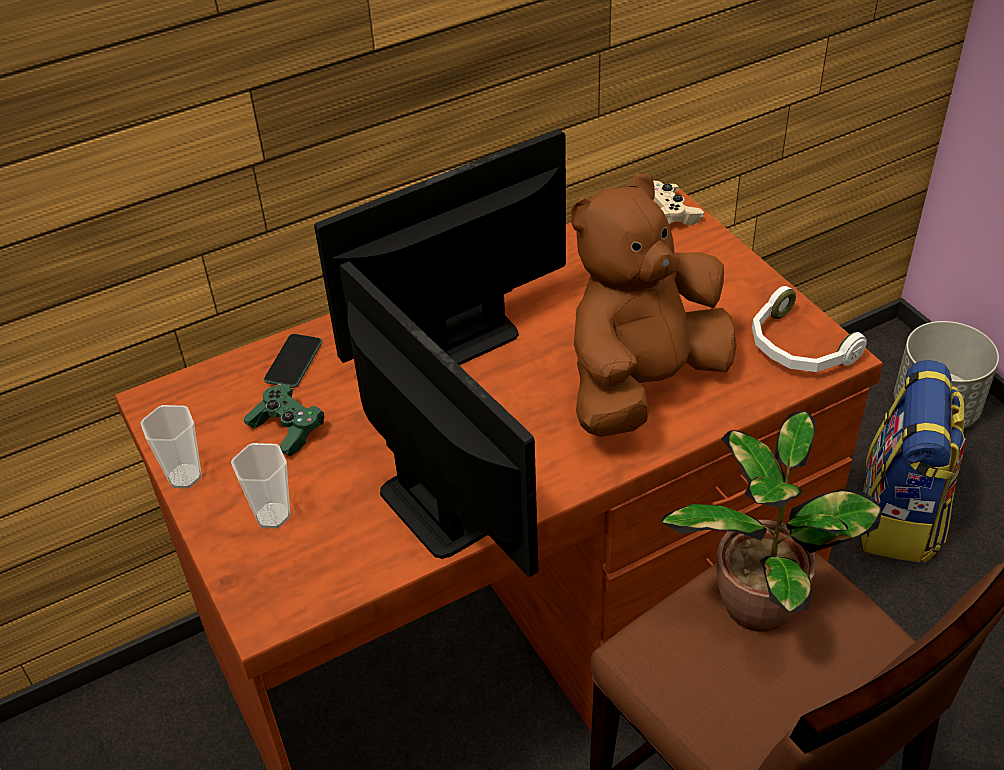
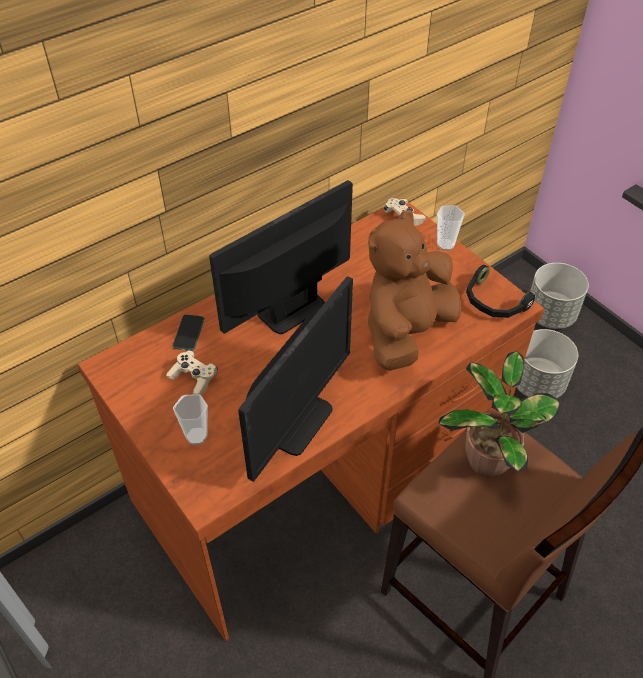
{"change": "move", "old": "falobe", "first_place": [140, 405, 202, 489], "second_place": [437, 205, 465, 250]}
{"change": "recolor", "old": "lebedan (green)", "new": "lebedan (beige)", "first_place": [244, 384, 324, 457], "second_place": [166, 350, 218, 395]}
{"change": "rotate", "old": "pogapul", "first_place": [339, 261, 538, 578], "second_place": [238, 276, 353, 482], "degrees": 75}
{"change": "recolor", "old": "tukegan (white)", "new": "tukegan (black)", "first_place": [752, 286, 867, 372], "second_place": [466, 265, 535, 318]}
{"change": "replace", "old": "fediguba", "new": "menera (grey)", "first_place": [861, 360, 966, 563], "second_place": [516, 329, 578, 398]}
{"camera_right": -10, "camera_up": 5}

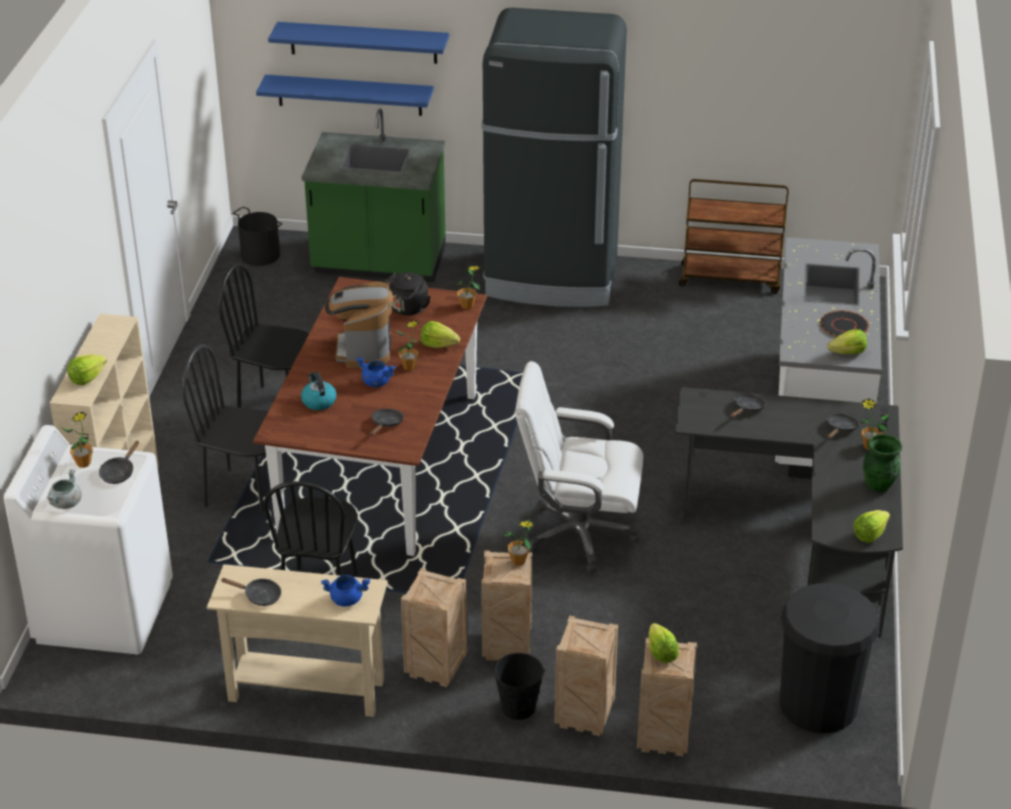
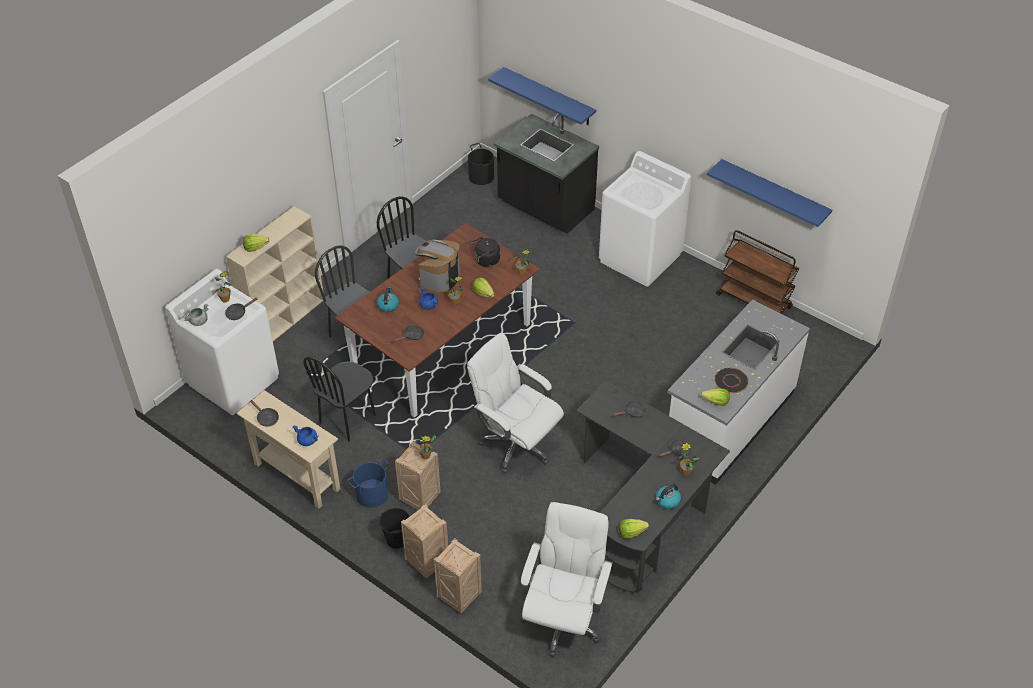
{"change": "move", "old": "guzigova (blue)", "first_place": [268, 22, 449, 64], "second_place": [707, 159, 832, 227]}
{"change": "recolor", "old": "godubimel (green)", "new": "godubimel (black)", "first_place": [302, 109, 446, 282], "second_place": [494, 114, 599, 234]}
{"change": "replace", "old": "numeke", "new": "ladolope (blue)", "first_place": [401, 568, 467, 687], "second_place": [347, 458, 391, 508]}
{"change": "replace", "old": "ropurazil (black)", "new": "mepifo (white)", "first_place": [482, 8, 627, 307], "second_place": [599, 151, 691, 287]}
{"change": "delete", "old": "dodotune", "first_place": [649, 623, 679, 663]}
{"change": "replace", "old": "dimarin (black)", "new": "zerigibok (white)", "first_place": [779, 583, 880, 733], "second_place": [521, 502, 613, 657]}
{"change": "replace", "old": "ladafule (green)", "new": "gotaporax", "first_place": [863, 434, 902, 492], "second_place": [656, 484, 681, 509]}
{"camera_right": 30, "camera_up": 10}

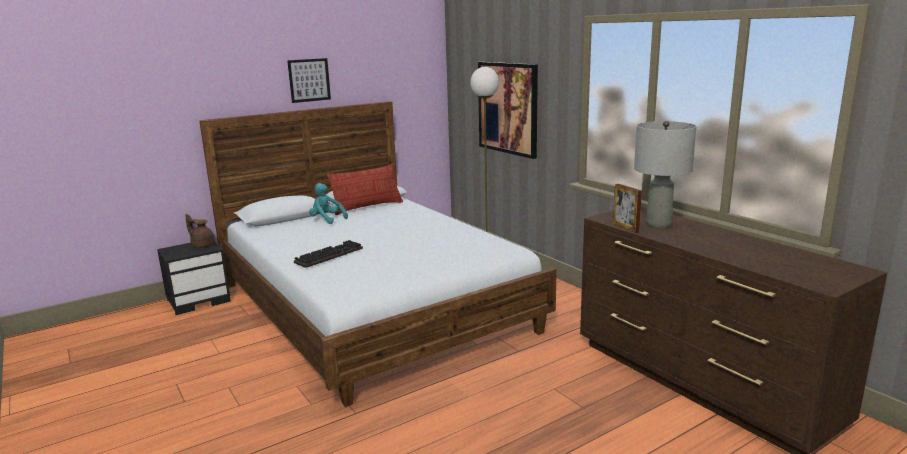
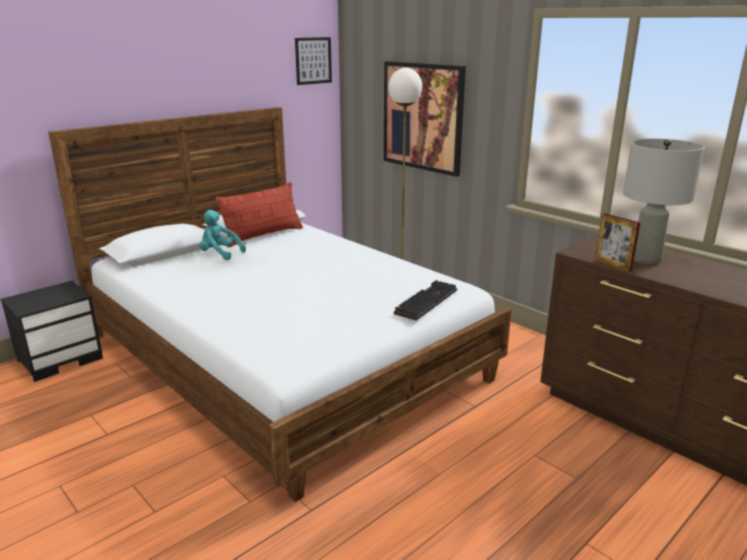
{"change": "delete", "old": "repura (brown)", "first_place": [185, 214, 215, 247]}
{"change": "move", "old": "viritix", "first_place": [287, 58, 331, 103], "second_place": [295, 37, 332, 85]}
{"change": "move", "old": "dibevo", "first_place": [294, 240, 363, 268], "second_place": [394, 280, 457, 321]}
{"camera_right": -10, "camera_up": 5}

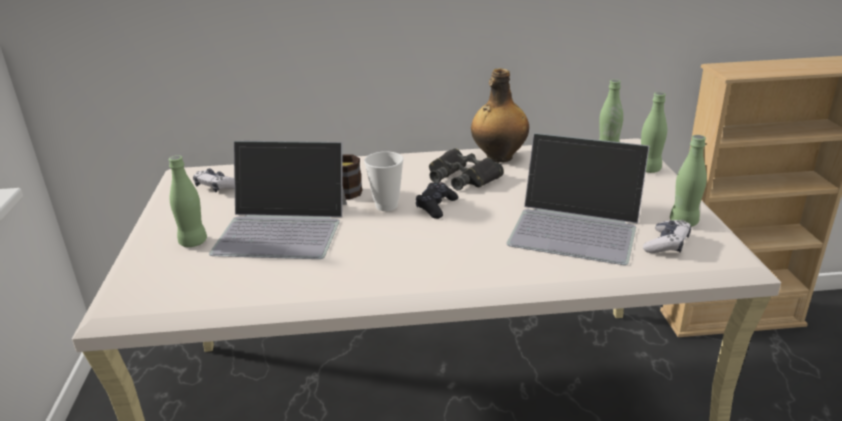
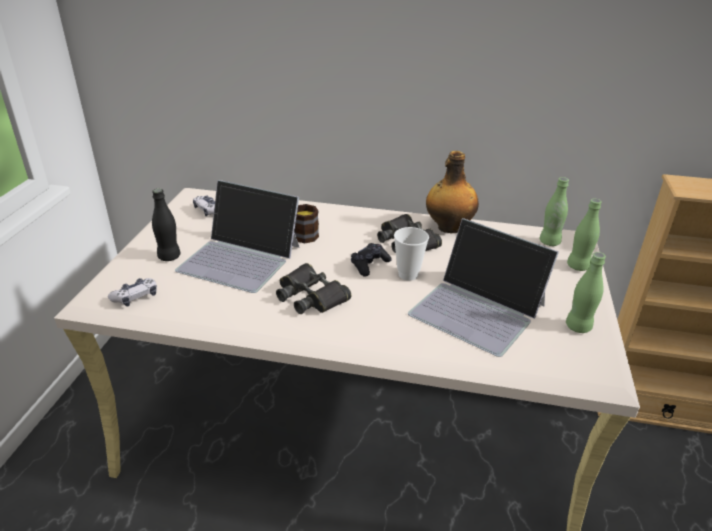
{"change": "recolor", "old": "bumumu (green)", "new": "bumumu (black)", "first_place": [169, 155, 207, 247], "second_place": [152, 189, 180, 261]}
{"change": "move", "old": "falobe", "first_place": [364, 151, 403, 211], "second_place": [394, 227, 429, 280]}
{"change": "move", "old": "lebedan", "first_place": [643, 220, 691, 253], "second_place": [108, 278, 157, 306]}
{"change": "insert", "new": "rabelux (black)", "second_place": [276, 263, 351, 314]}
{"camera_right": 15, "camera_up": 5}

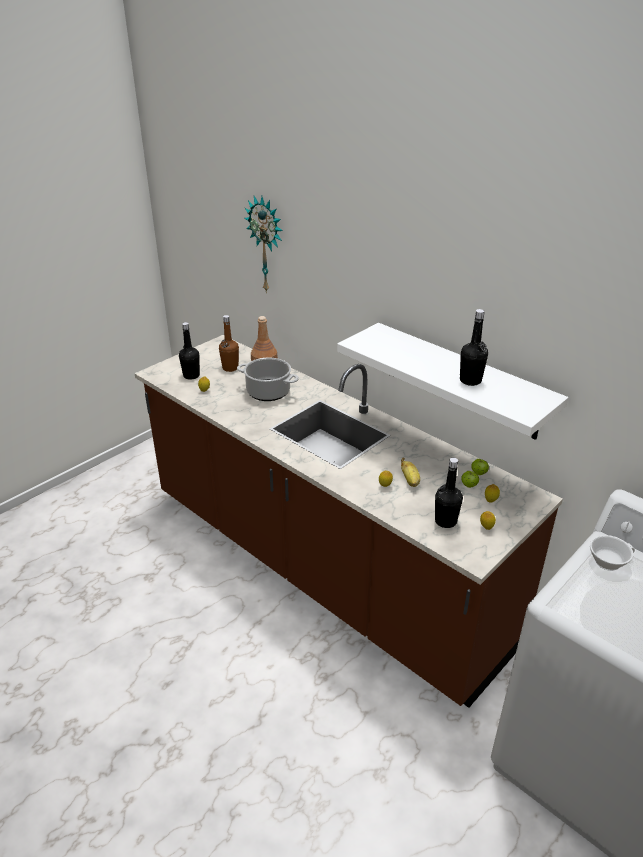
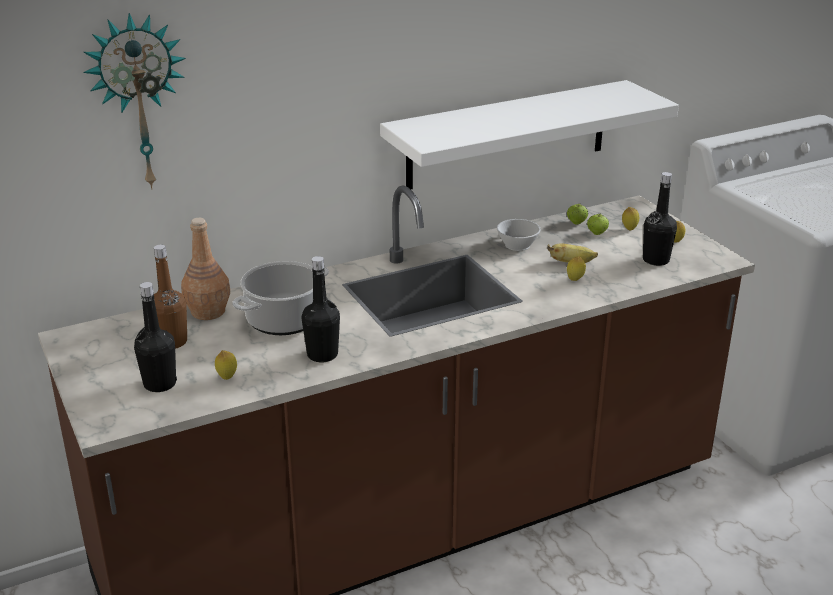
{"change": "move", "old": "bumumu (black)", "first_place": [460, 309, 488, 386], "second_place": [302, 256, 340, 362]}
{"change": "move", "old": "falobe (white)", "first_place": [590, 535, 635, 571], "second_place": [497, 219, 541, 251]}
{"camera_right": -70, "camera_up": -5}

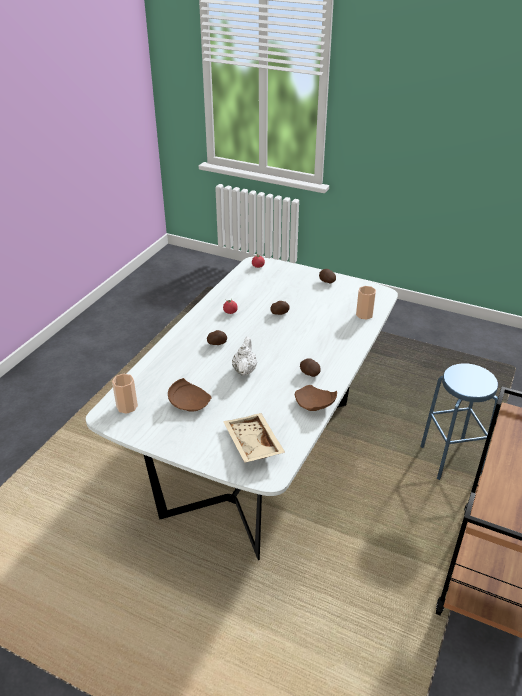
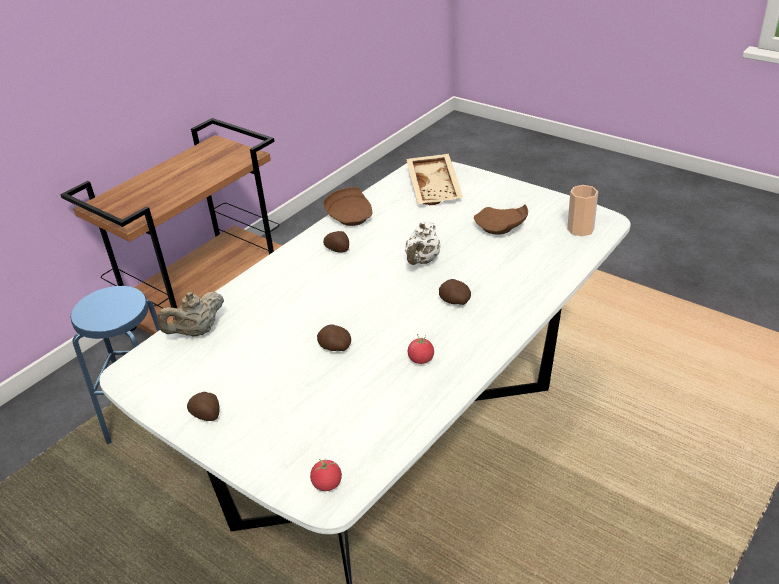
{"change": "replace", "old": "falobe", "new": "repura (beige)", "first_place": [356, 286, 376, 320], "second_place": [157, 292, 224, 336]}
{"camera_right": -165, "camera_up": 0}

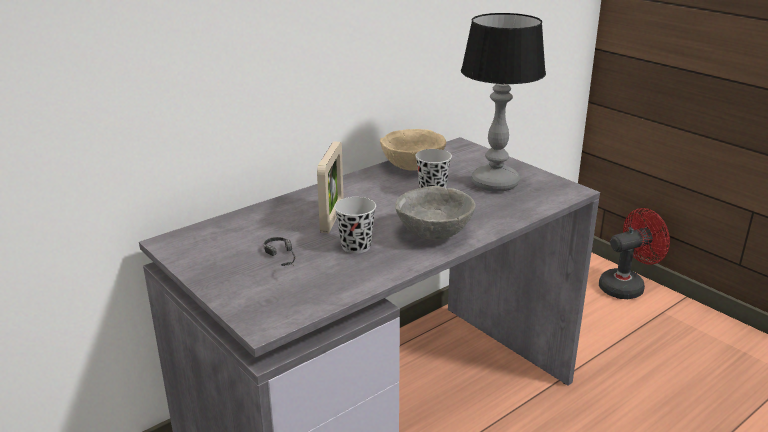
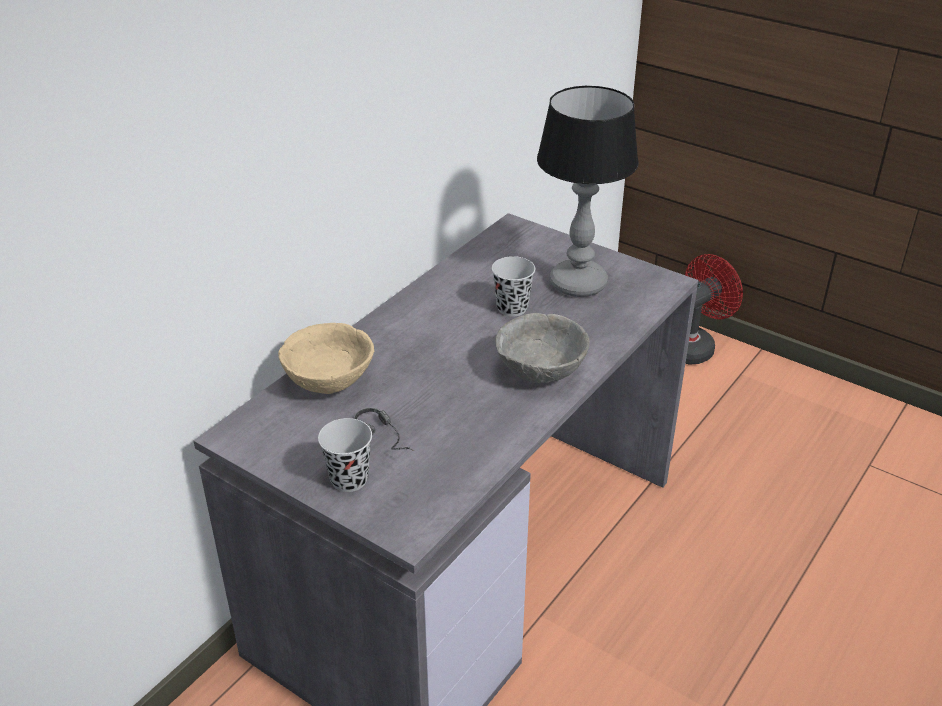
{"change": "delete", "old": "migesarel", "first_place": [317, 141, 344, 233]}
{"change": "move", "old": "falobe (black)", "first_place": [334, 197, 376, 254], "second_place": [318, 418, 372, 492]}
{"change": "move", "old": "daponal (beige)", "first_place": [380, 129, 446, 171], "second_place": [278, 323, 374, 394]}
{"camera_right": -15, "camera_up": 10}

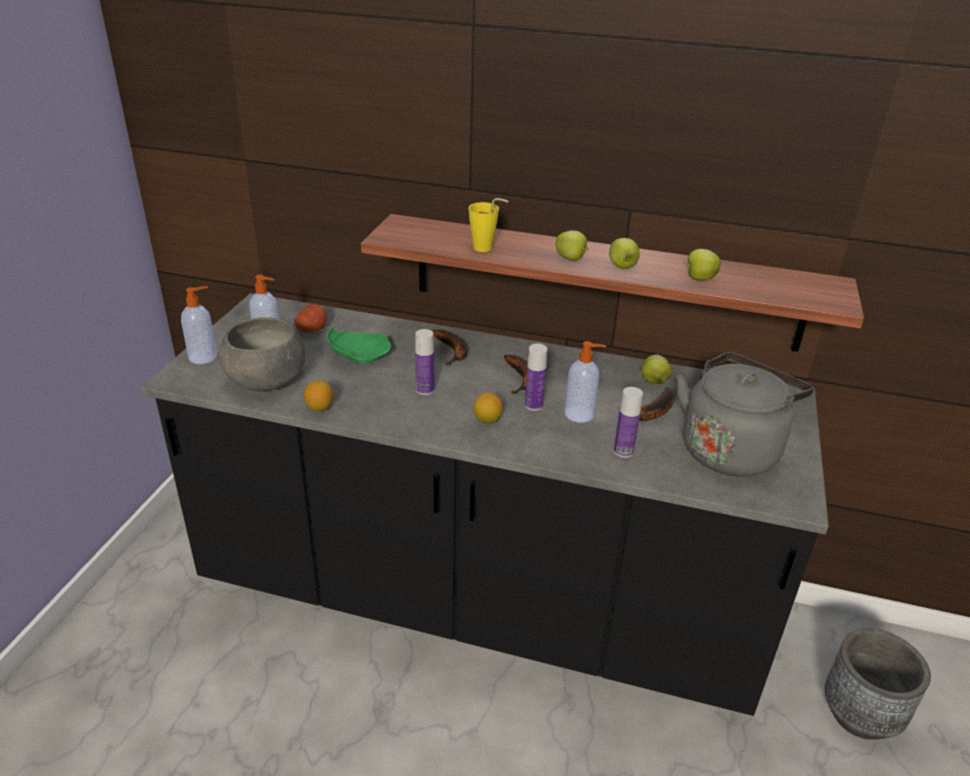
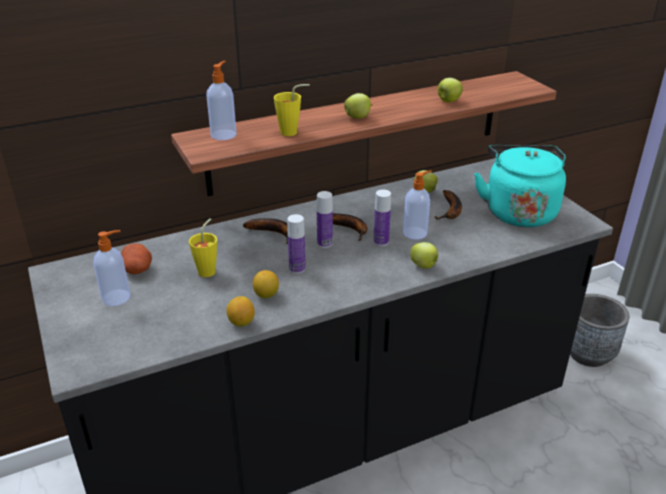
{"change": "move", "old": "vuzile", "first_place": [181, 286, 217, 364], "second_place": [206, 61, 237, 140]}
{"change": "delete", "old": "daponal (grey)", "first_place": [219, 317, 305, 391]}
{"change": "replace", "old": "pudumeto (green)", "new": "falobe (yellow)", "first_place": [327, 327, 391, 363], "second_place": [189, 218, 217, 277]}
{"change": "move", "old": "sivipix", "first_place": [474, 392, 503, 424], "second_place": [253, 270, 279, 299]}
{"change": "move", "old": "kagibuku", "first_place": [609, 238, 640, 269], "second_place": [410, 242, 438, 269]}
{"change": "move", "old": "bumumu", "first_place": [614, 387, 643, 458], "second_place": [317, 191, 333, 248]}
{"change": "recolor", "old": "gotaporax (grey)", "new": "gotaporax (turquoise)", "first_place": [676, 352, 814, 477], "second_place": [474, 145, 566, 227]}
{"camera_right": -40, "camera_up": 0}

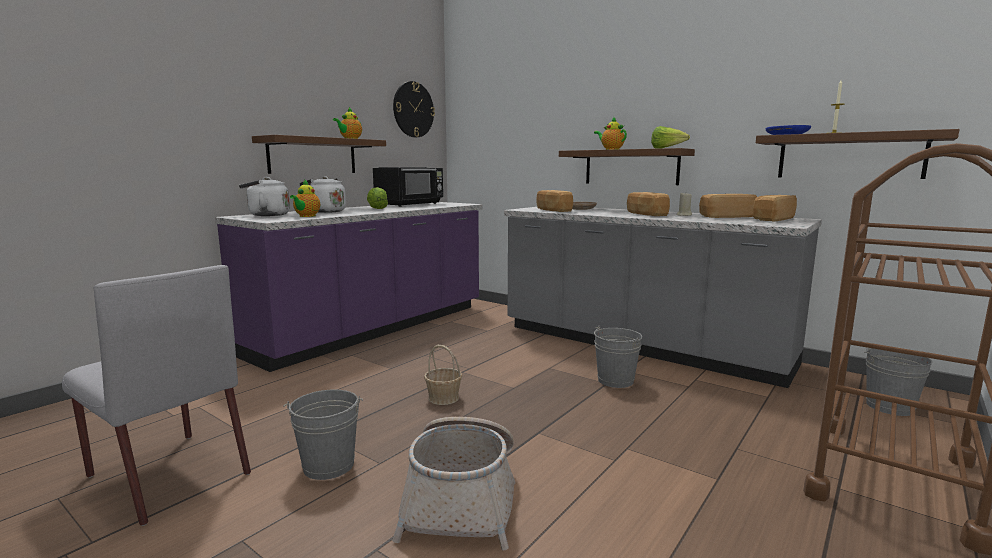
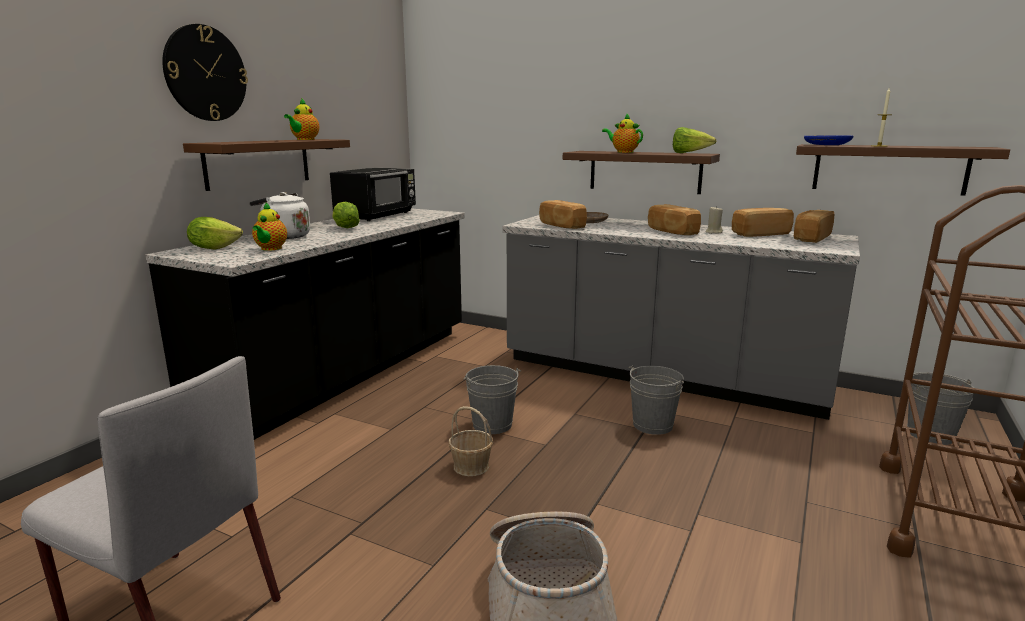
{"change": "recolor", "old": "godubimel (purple)", "new": "godubimel (black)", "first_place": [215, 202, 483, 372], "second_place": [145, 208, 465, 440]}
{"change": "replace", "old": "gotaporax (white)", "new": "dodotune", "first_place": [239, 177, 290, 216], "second_place": [187, 217, 243, 250]}
{"change": "move", "old": "ladolope (grey)", "first_place": [283, 389, 363, 480], "second_place": [464, 365, 521, 434]}
{"change": "move", "old": "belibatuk", "first_place": [393, 81, 435, 137], "second_place": [162, 24, 248, 121]}
{"camera_right": -10, "camera_up": 5}

